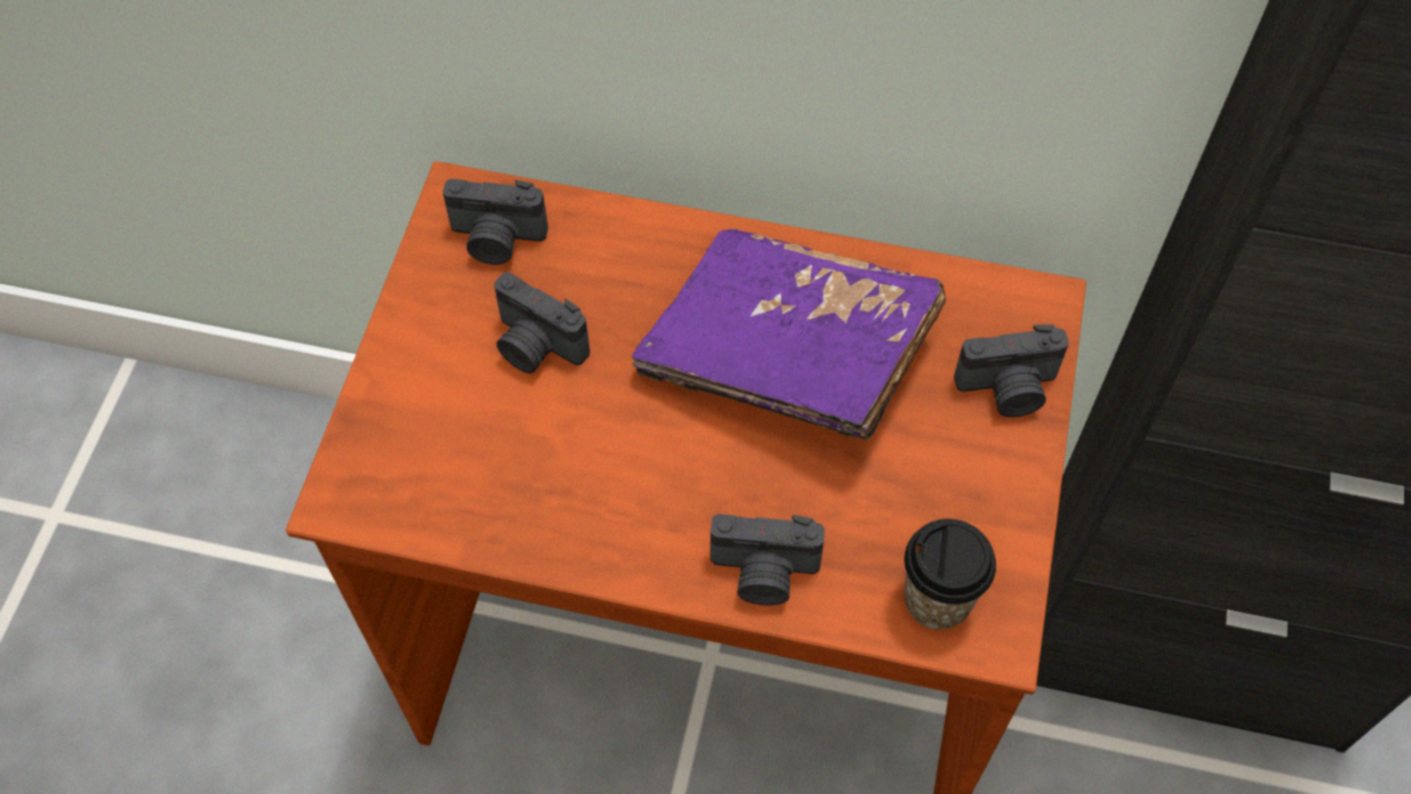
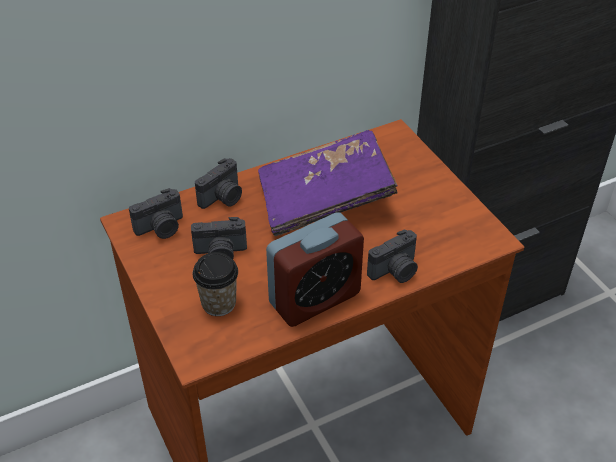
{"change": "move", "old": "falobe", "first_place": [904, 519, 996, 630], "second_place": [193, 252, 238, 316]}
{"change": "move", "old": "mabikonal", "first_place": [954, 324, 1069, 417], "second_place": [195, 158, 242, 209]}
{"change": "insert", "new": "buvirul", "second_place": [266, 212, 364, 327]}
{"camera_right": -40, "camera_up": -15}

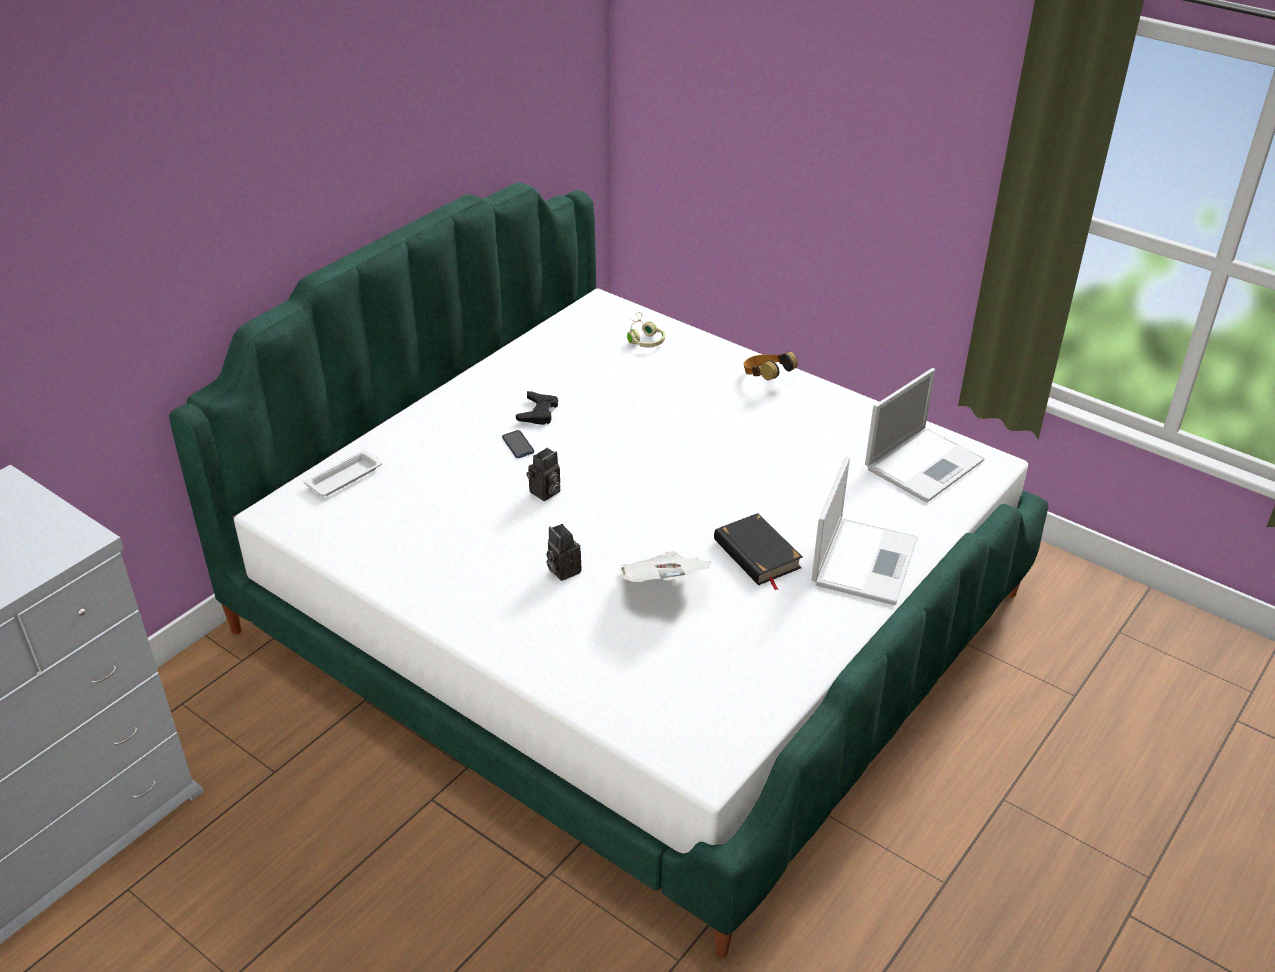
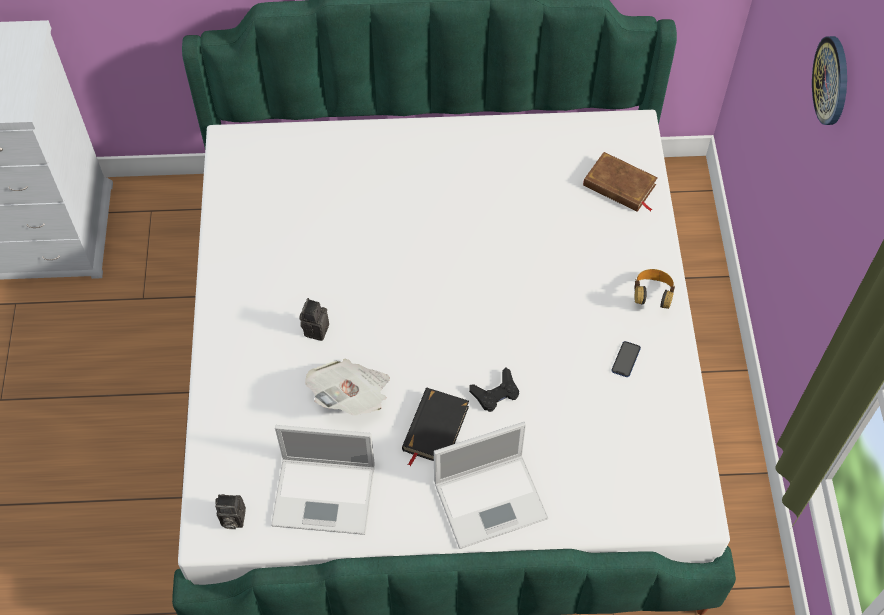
{"change": "delete", "old": "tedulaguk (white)", "first_place": [304, 450, 382, 496]}
{"change": "move", "old": "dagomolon", "first_place": [502, 430, 534, 458], "second_place": [612, 341, 641, 377]}
{"change": "move", "old": "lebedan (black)", "first_place": [516, 391, 558, 425], "second_place": [469, 368, 519, 412]}
{"change": "move", "old": "mabikonal", "first_place": [526, 448, 560, 501], "second_place": [215, 494, 246, 529]}
{"change": "replace", "old": "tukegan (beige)", "new": "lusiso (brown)", "first_place": [627, 312, 665, 347], "second_place": [583, 152, 658, 212]}
{"change": "move", "old": "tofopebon", "first_place": [865, 368, 984, 503], "second_place": [271, 425, 375, 535]}
{"change": "insert", "new": "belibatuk", "second_place": [812, 36, 847, 125]}
{"camera_right": 50, "camera_up": 20}

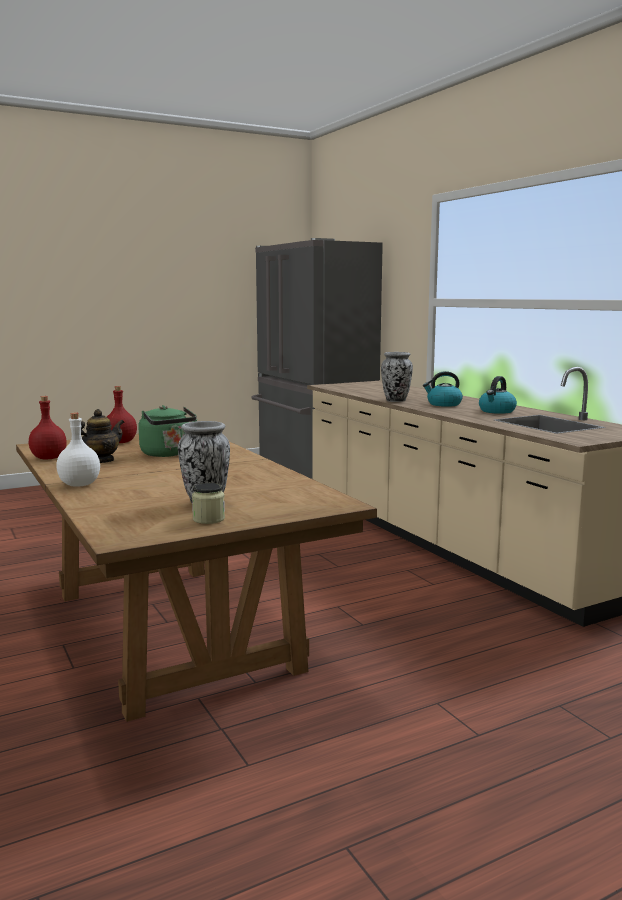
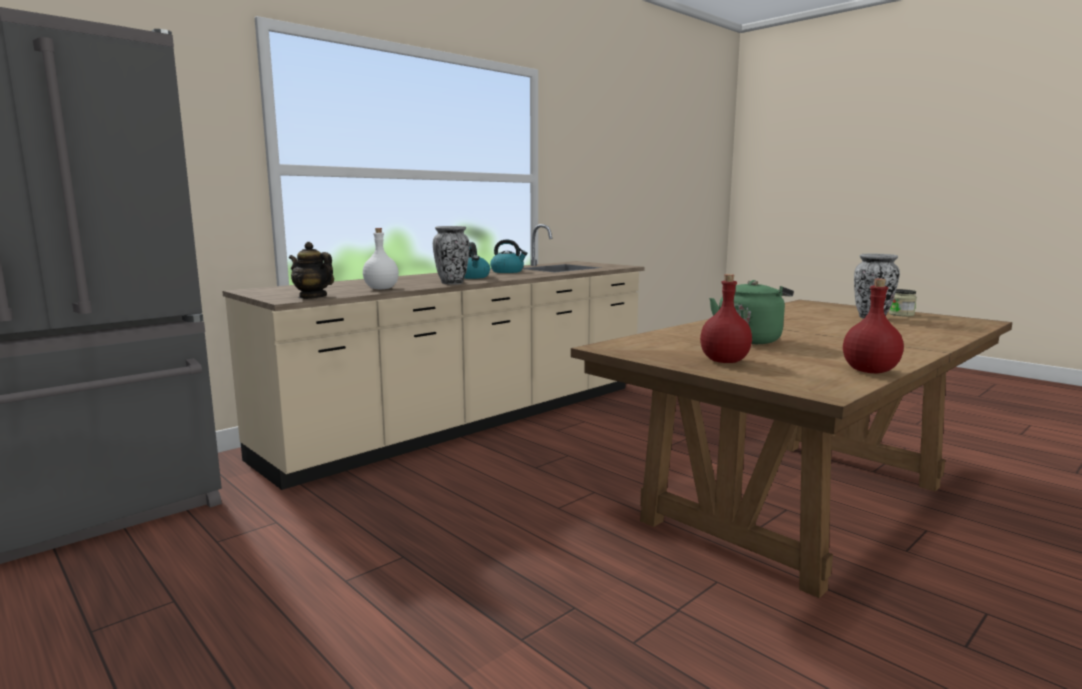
{"change": "move", "old": "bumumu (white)", "first_place": [56, 413, 100, 487], "second_place": [363, 228, 399, 289]}
{"change": "move", "old": "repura", "first_place": [81, 409, 124, 463], "second_place": [289, 242, 334, 299]}
{"camera_right": -105, "camera_up": 0}

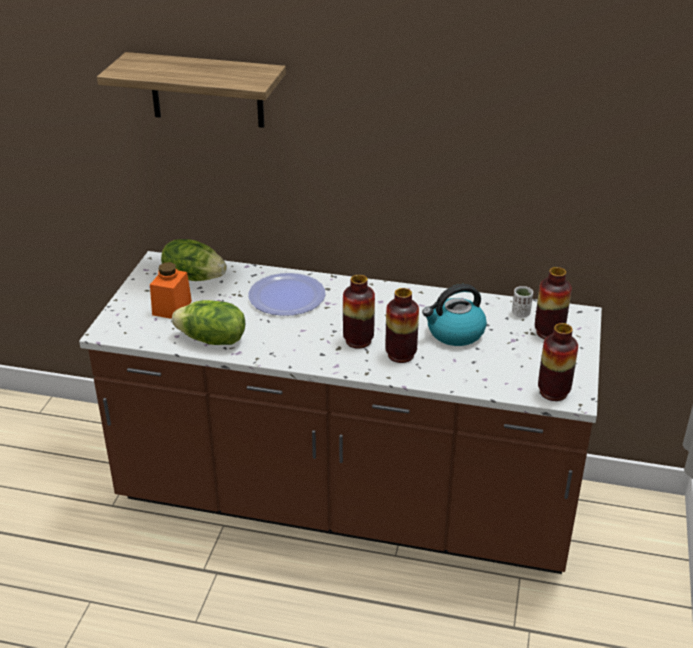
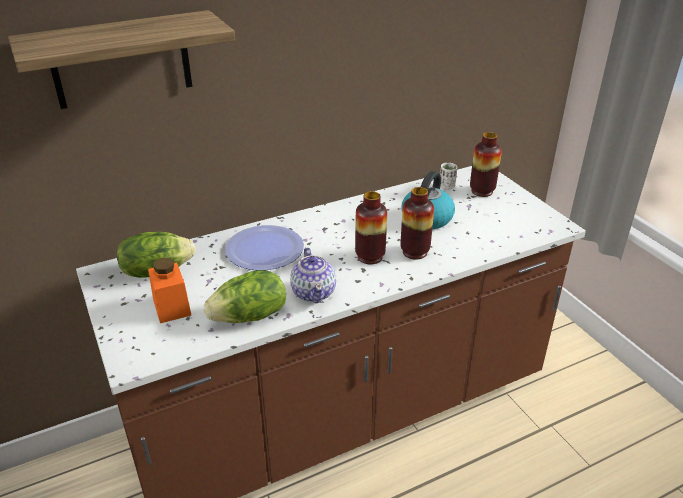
{"change": "delete", "old": "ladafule", "first_place": [538, 323, 578, 401]}
{"change": "insert", "new": "repura", "second_place": [290, 248, 336, 303]}
{"camera_right": -40, "camera_up": 0}

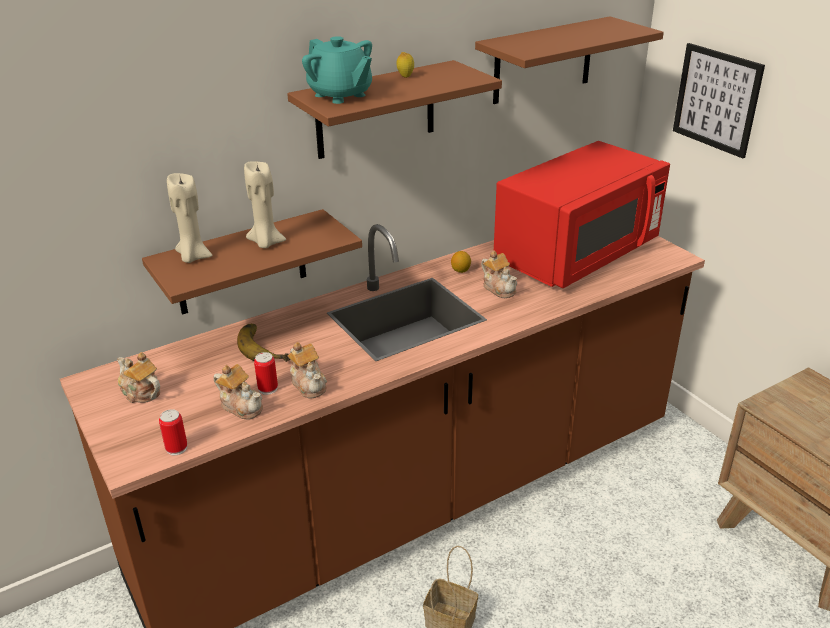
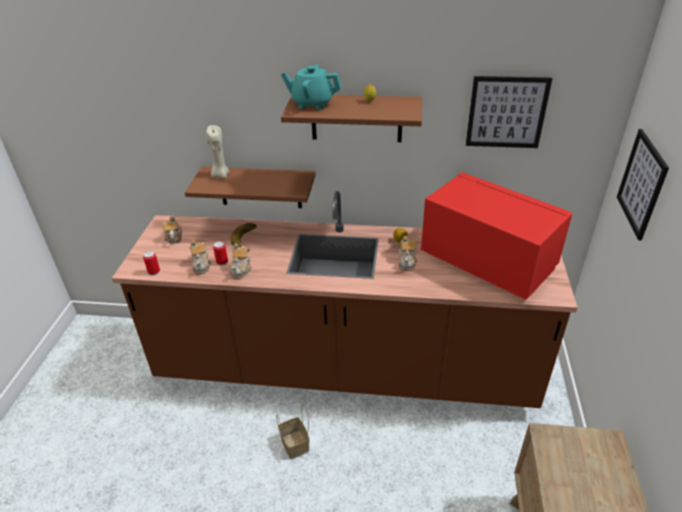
{"change": "delete", "old": "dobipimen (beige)", "first_place": [244, 161, 286, 248]}
{"change": "rotate", "old": "repura (turquoise)", "first_place": [302, 36, 372, 104], "second_place": [281, 65, 342, 110], "degrees": 105}
{"change": "replace", "old": "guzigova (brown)", "new": "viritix", "first_place": [475, 16, 664, 104], "second_place": [466, 76, 553, 148]}
{"change": "rotate", "old": "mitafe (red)", "first_place": [494, 141, 670, 288], "second_place": [420, 172, 572, 300], "degrees": -135}
{"camera_right": 40, "camera_up": 5}

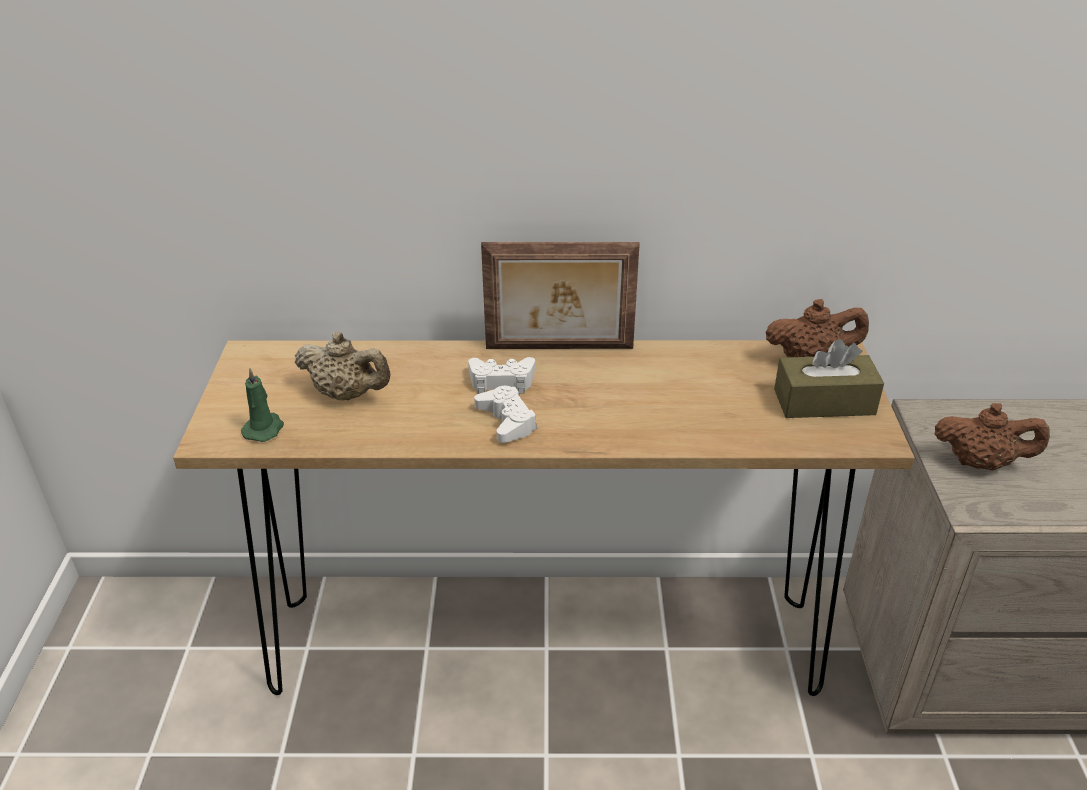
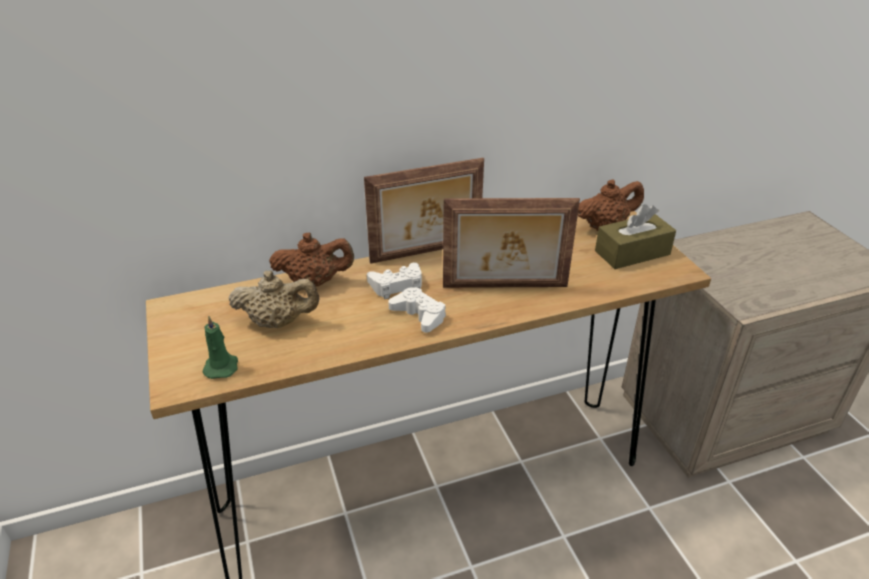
{"change": "move", "old": "repura (brown)", "first_place": [934, 403, 1050, 470], "second_place": [269, 232, 354, 287]}
{"change": "insert", "new": "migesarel", "second_place": [443, 198, 580, 288]}
{"camera_right": -20, "camera_up": 0}

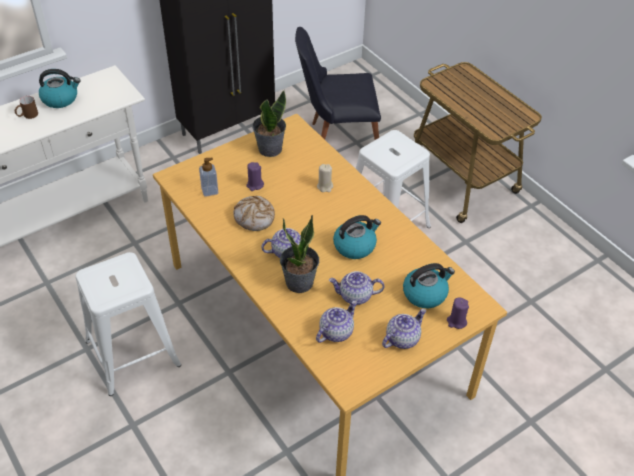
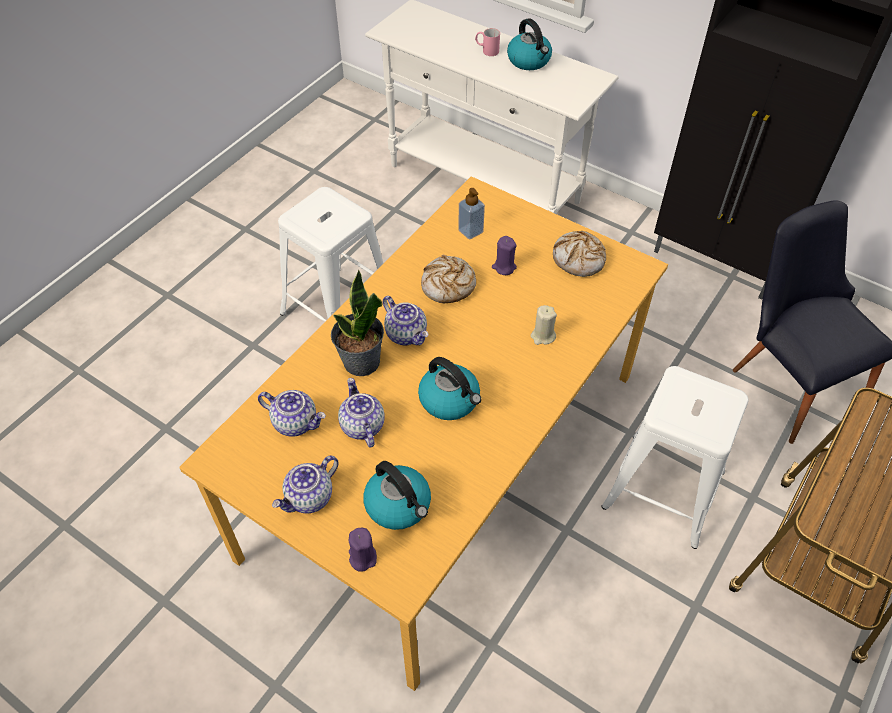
{"change": "recolor", "old": "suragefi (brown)", "new": "suragefi (pink)", "first_place": [15, 96, 38, 119], "second_place": [475, 28, 500, 56]}
{"change": "replace", "old": "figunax", "new": "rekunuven", "first_place": [252, 90, 286, 157], "second_place": [553, 231, 606, 277]}
{"change": "rotate", "old": "repura", "first_place": [382, 309, 426, 349], "second_place": [272, 456, 339, 513], "degrees": 105}
{"camera_right": 70, "camera_up": 5}

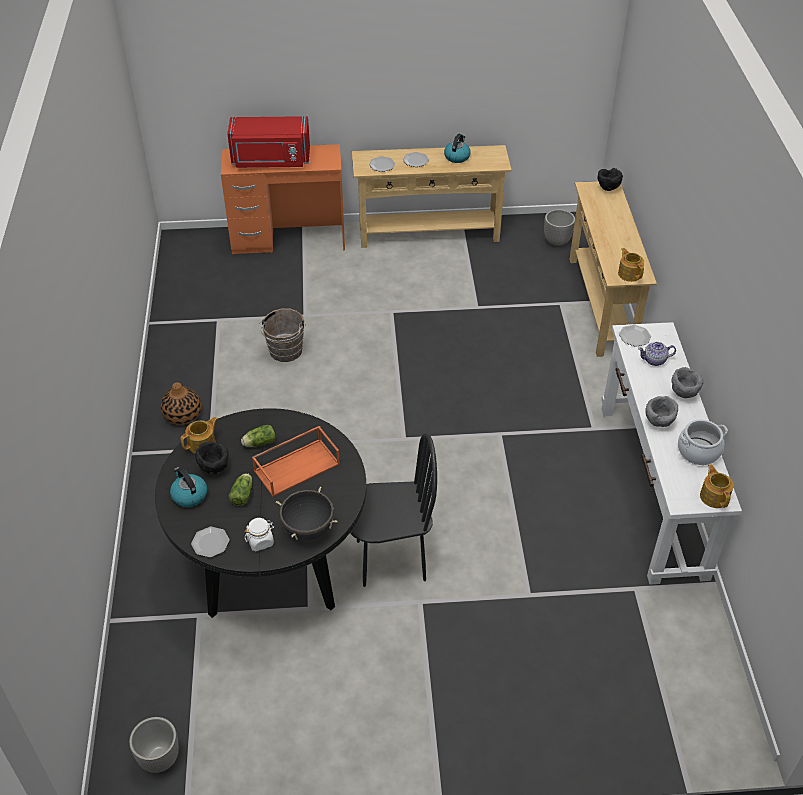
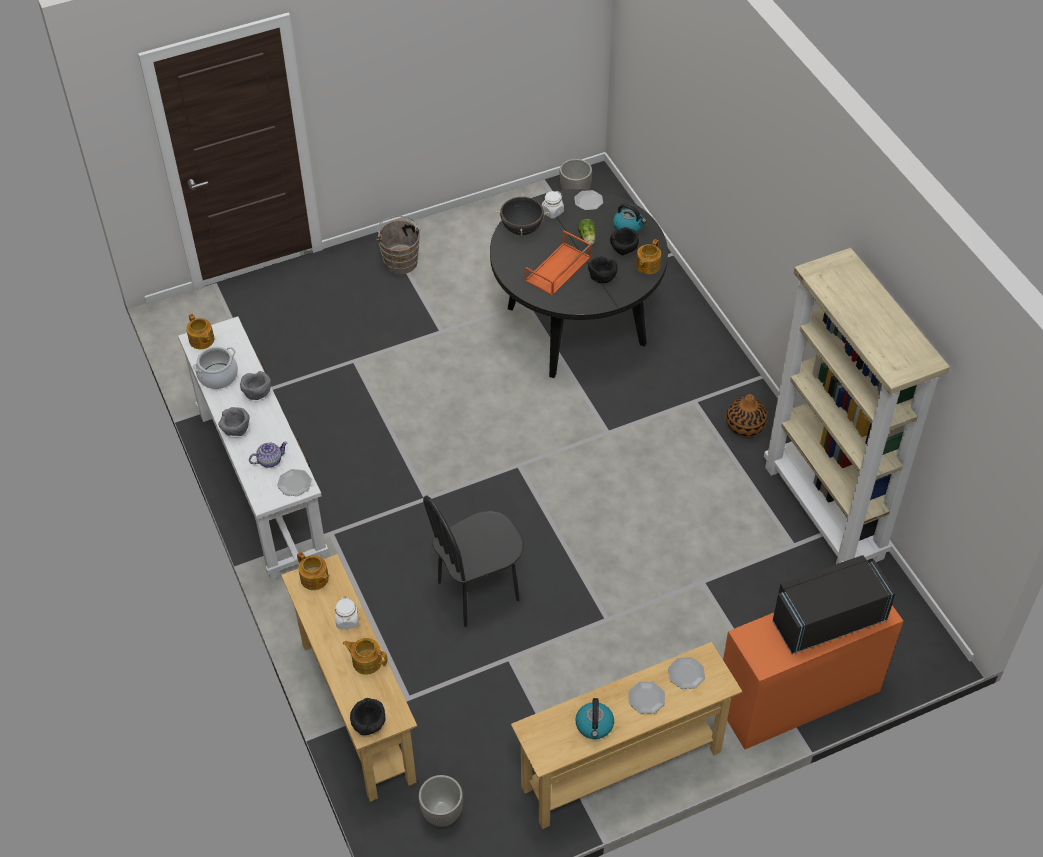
{"change": "recolor", "old": "mitafe (red)", "new": "mitafe (black)", "first_place": [228, 116, 310, 168], "second_place": [773, 555, 896, 654]}
{"change": "replace", "old": "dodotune", "new": "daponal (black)", "first_place": [241, 425, 276, 447], "second_place": [588, 256, 618, 283]}
{"change": "move", "old": "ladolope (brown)", "first_place": [259, 308, 306, 362], "second_place": [376, 216, 421, 274]}
{"change": "move", "old": "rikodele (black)", "first_place": [350, 433, 437, 587], "second_place": [423, 495, 524, 627]}
{"change": "insert", "new": "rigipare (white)", "second_place": [335, 596, 359, 629]}
{"change": "insert", "new": "repura", "second_place": [343, 638, 388, 675]}
{"change": "insert", "new": "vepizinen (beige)", "second_place": [764, 248, 950, 564]}
{"camera_right": 160, "camera_up": 5}

